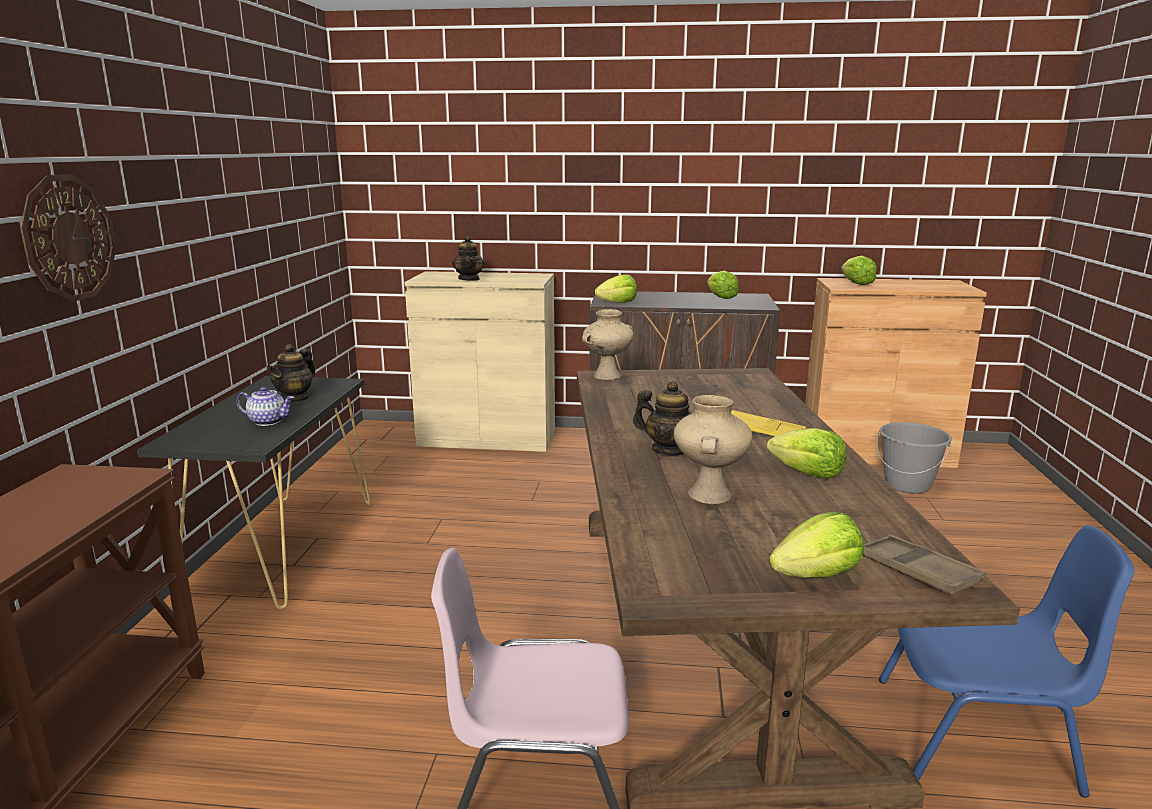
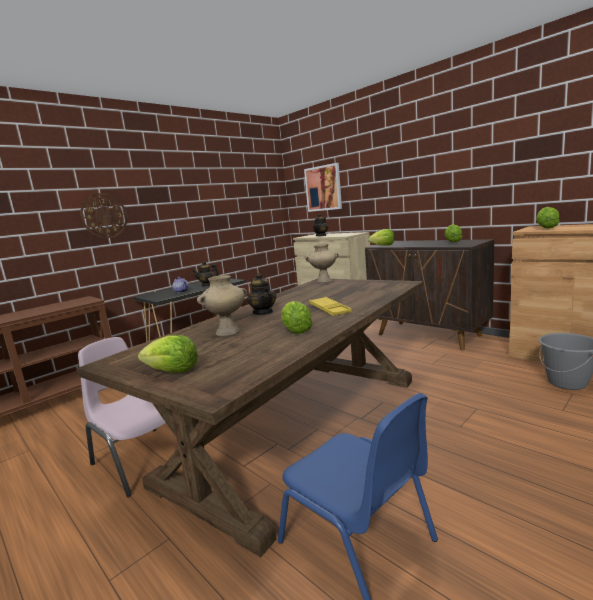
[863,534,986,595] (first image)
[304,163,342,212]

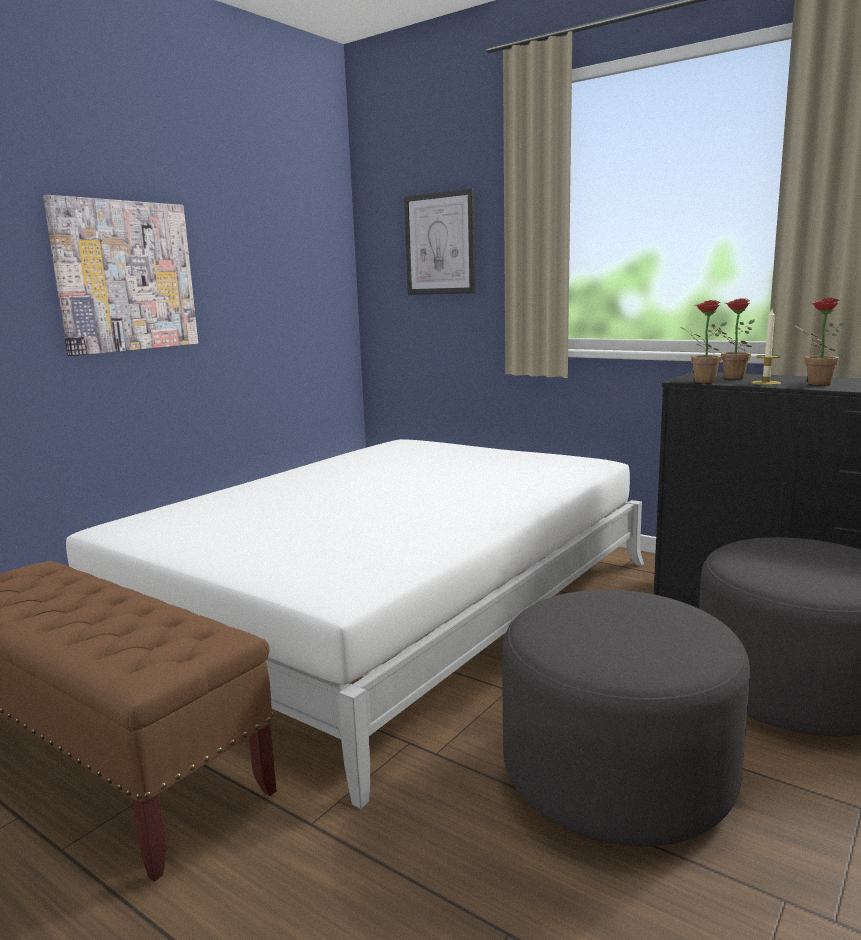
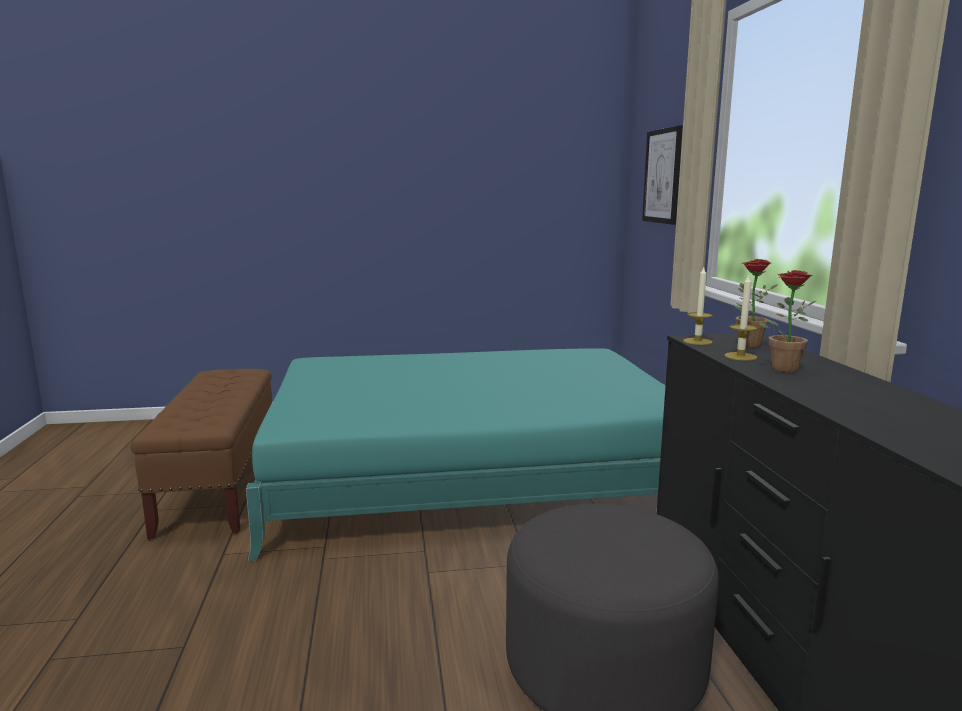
[43,195,198,356] (first image)
[246,348,666,561]
[502,590,750,846] (first image)
[683,267,713,345]

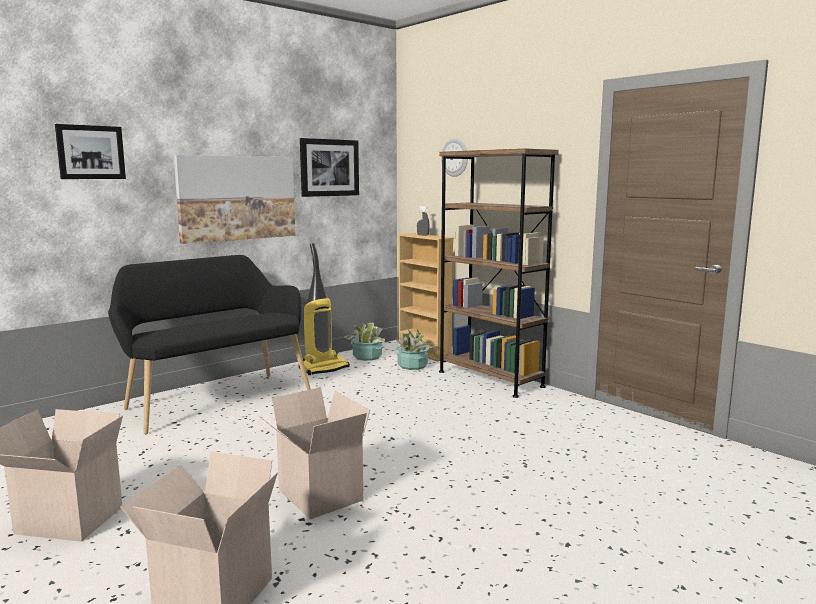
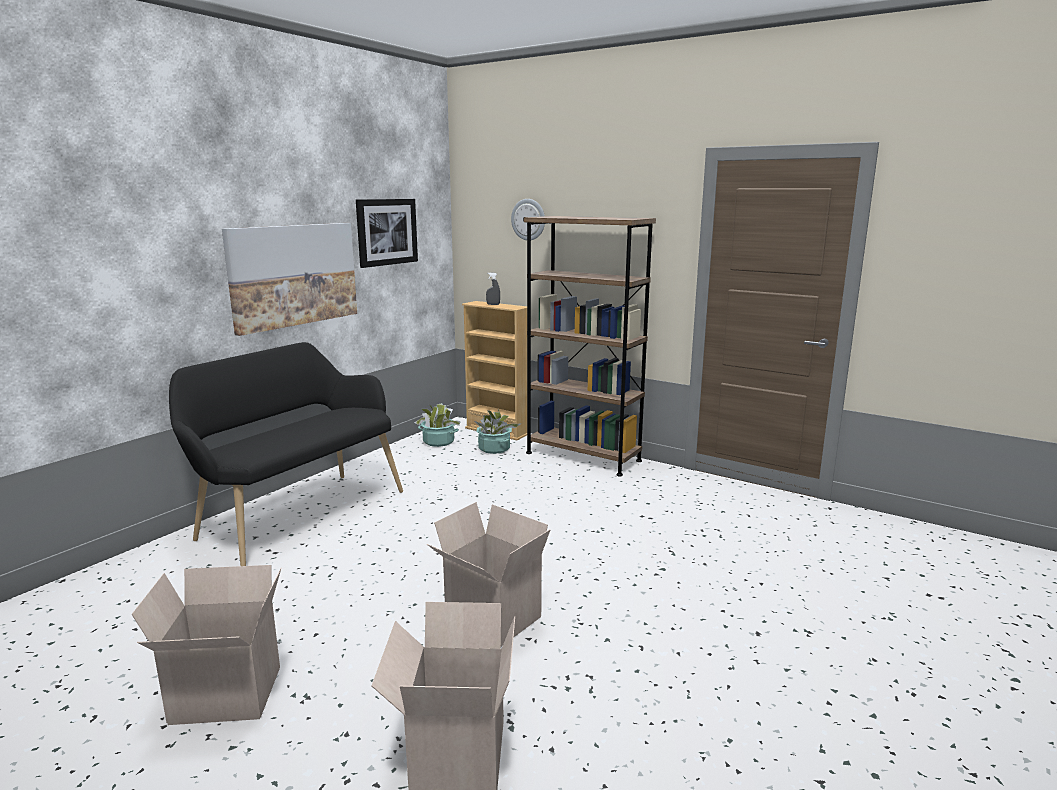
[55,124,126,179] (first image)
[299,243,350,375] (first image)

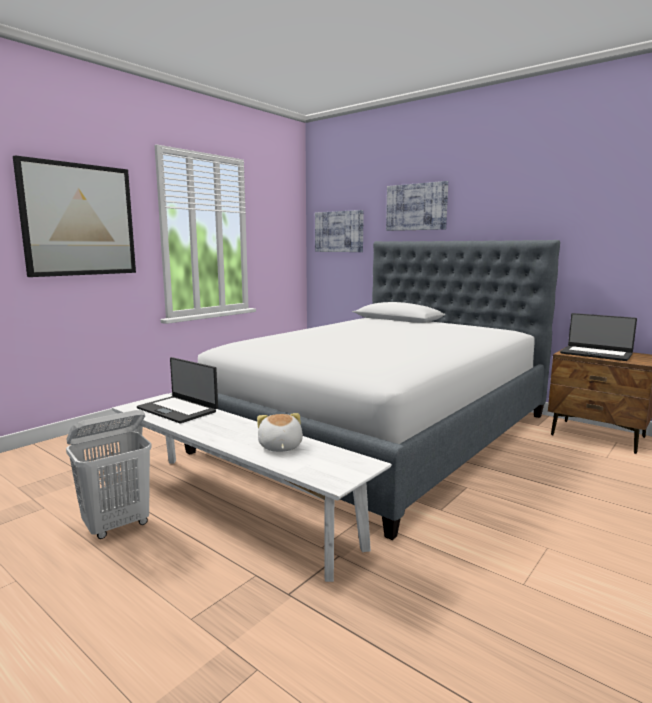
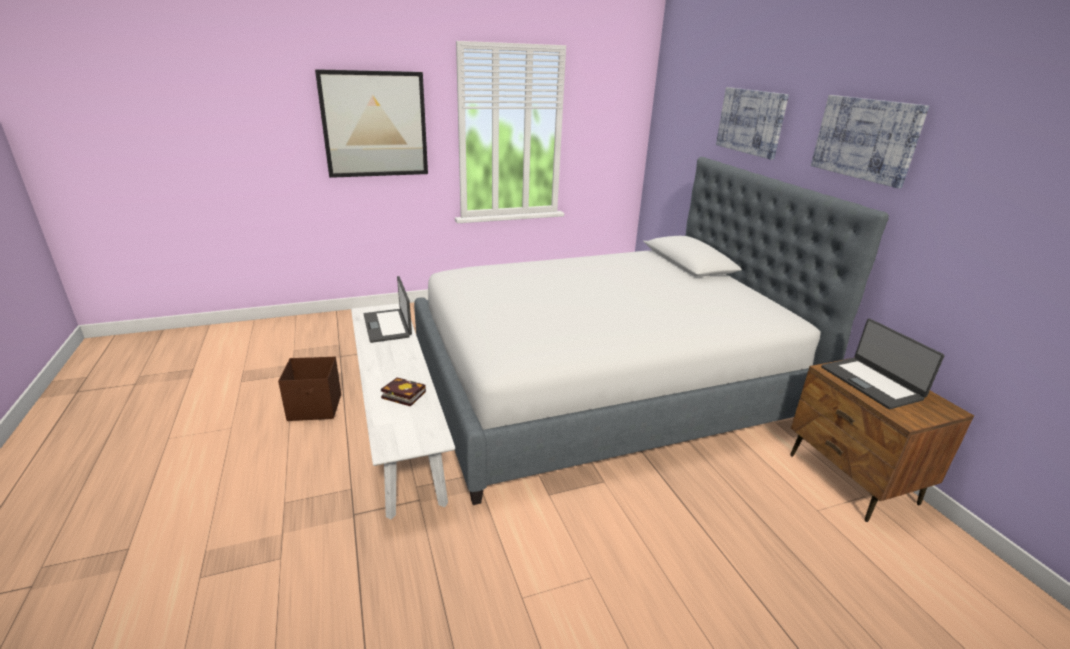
[278,357,341,421]
[381,377,426,407]
[811,95,929,188]

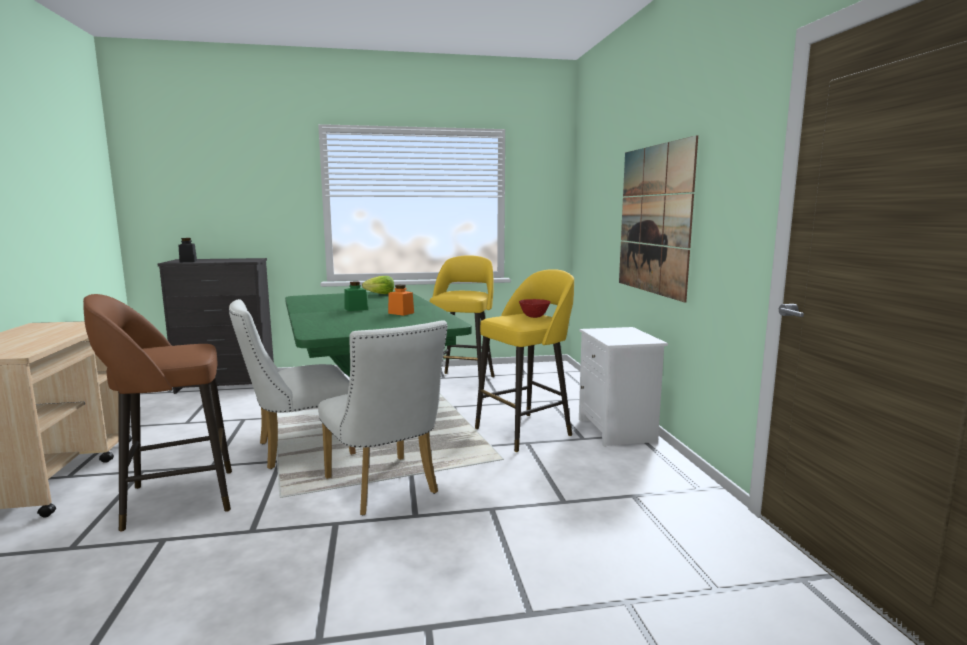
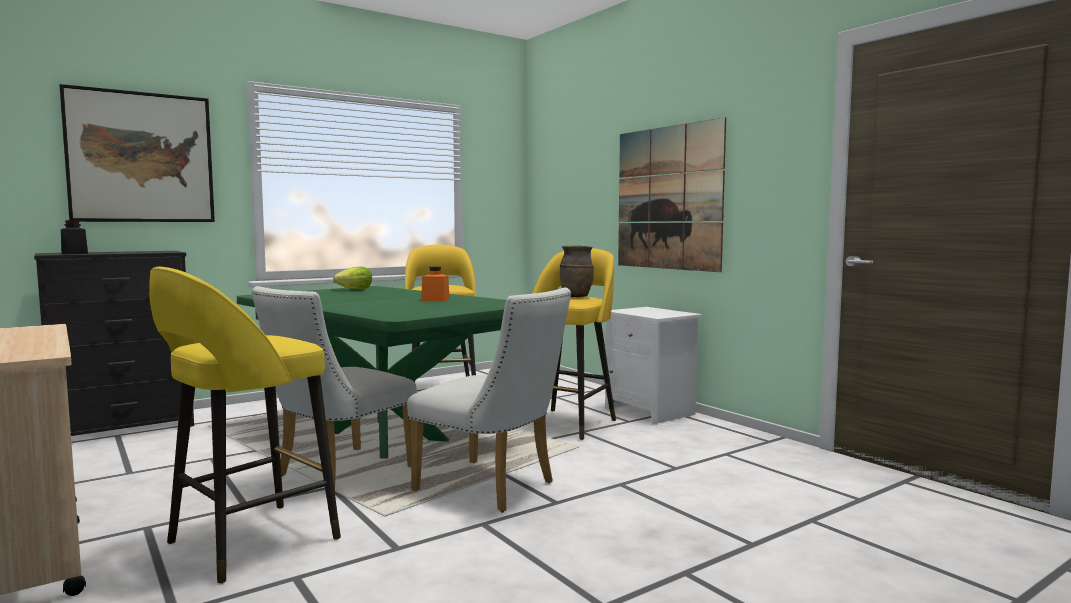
[149,267,341,584]
[344,281,368,311] (first image)
[560,245,594,297]
[59,84,215,222]

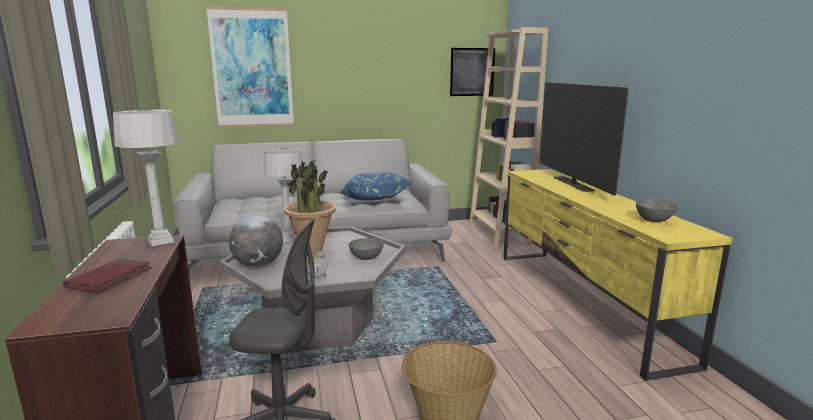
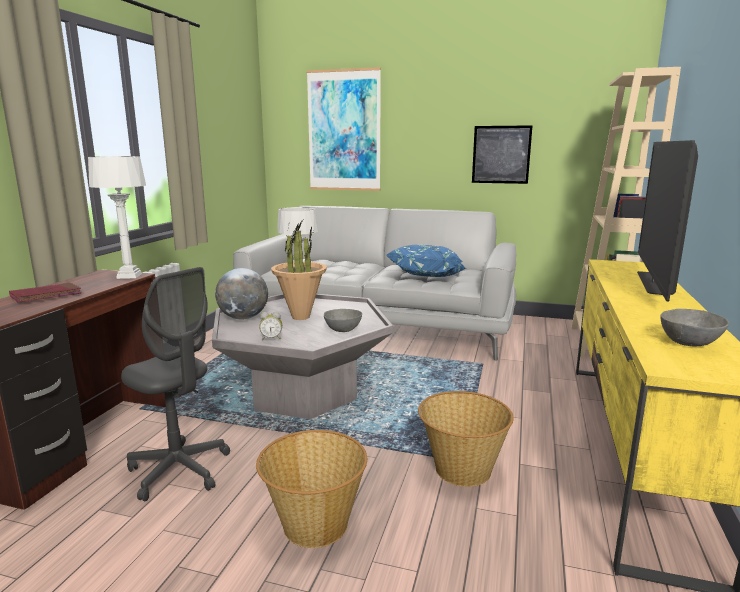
[472,125,532,184]
[418,391,514,487]

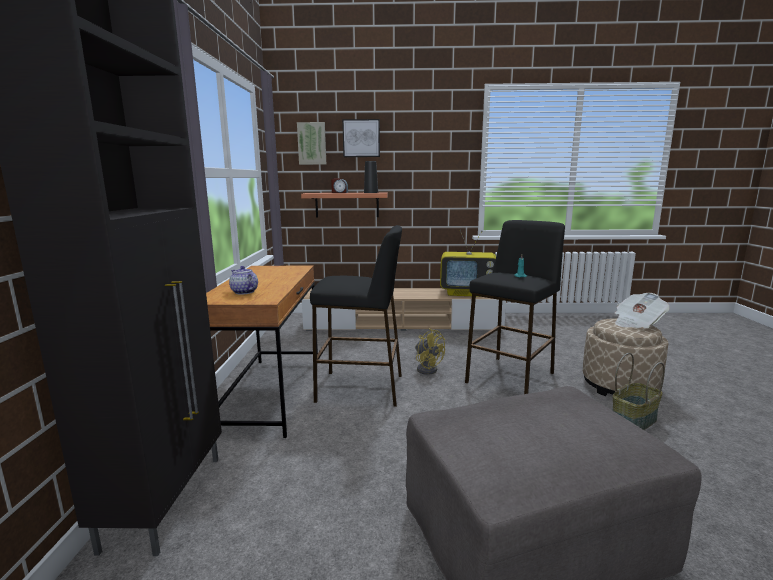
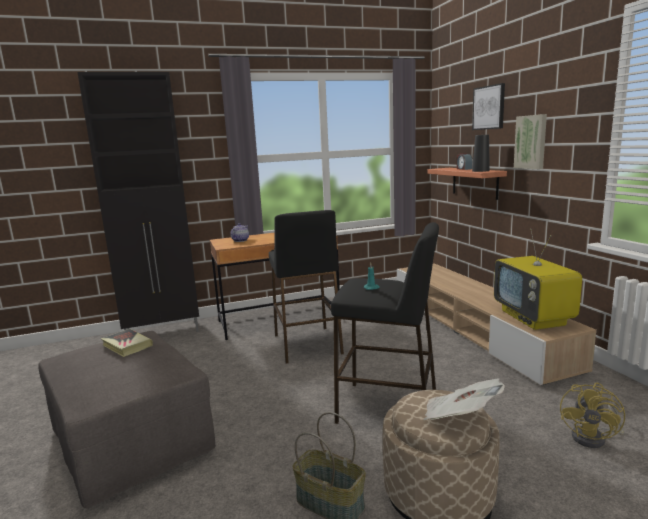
[514,114,547,169]
[560,383,625,448]
[101,329,153,357]

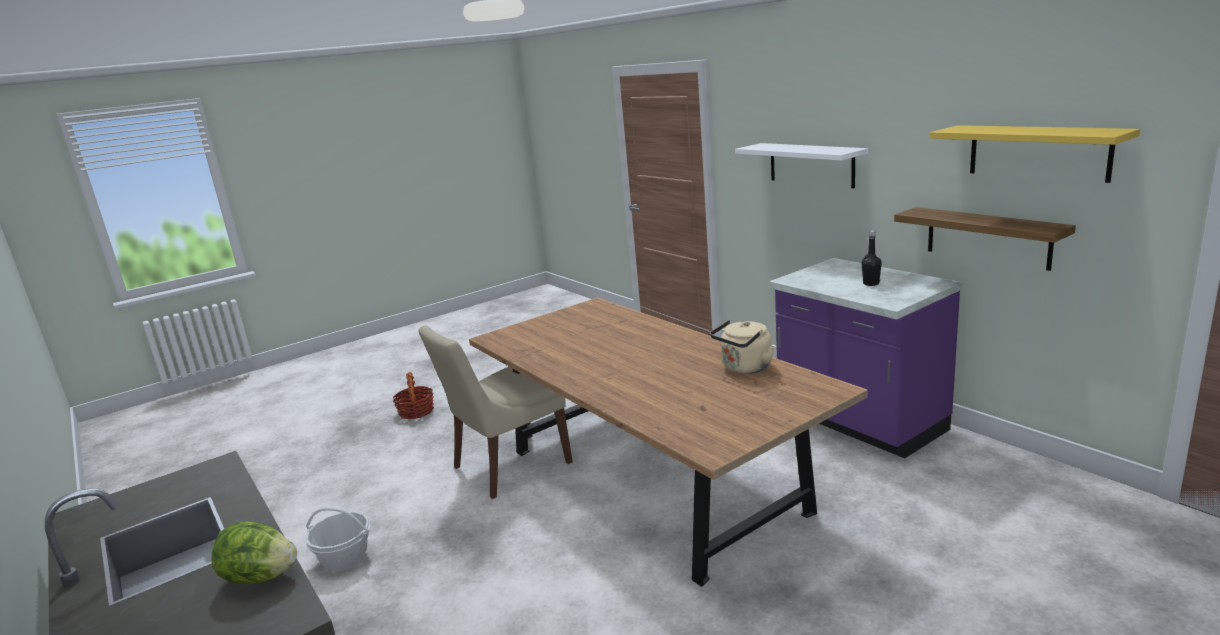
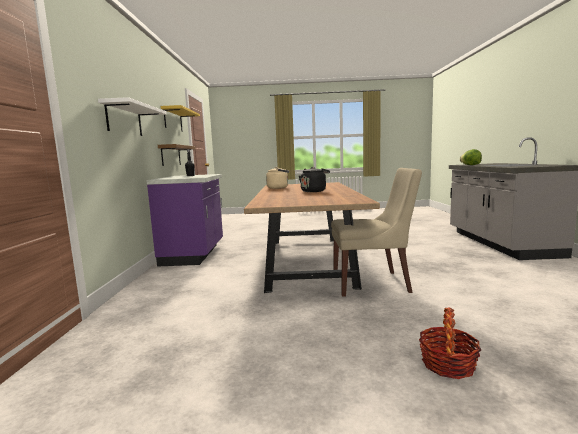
[305,508,370,572] (first image)
[299,167,330,192]

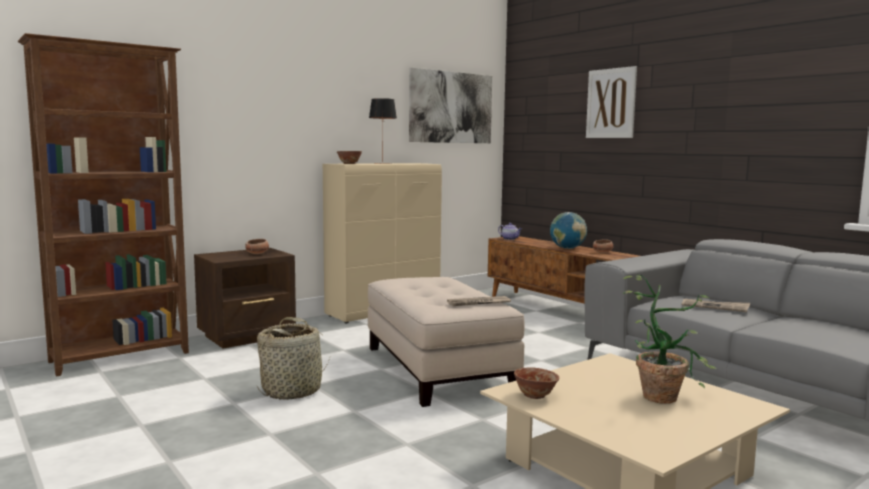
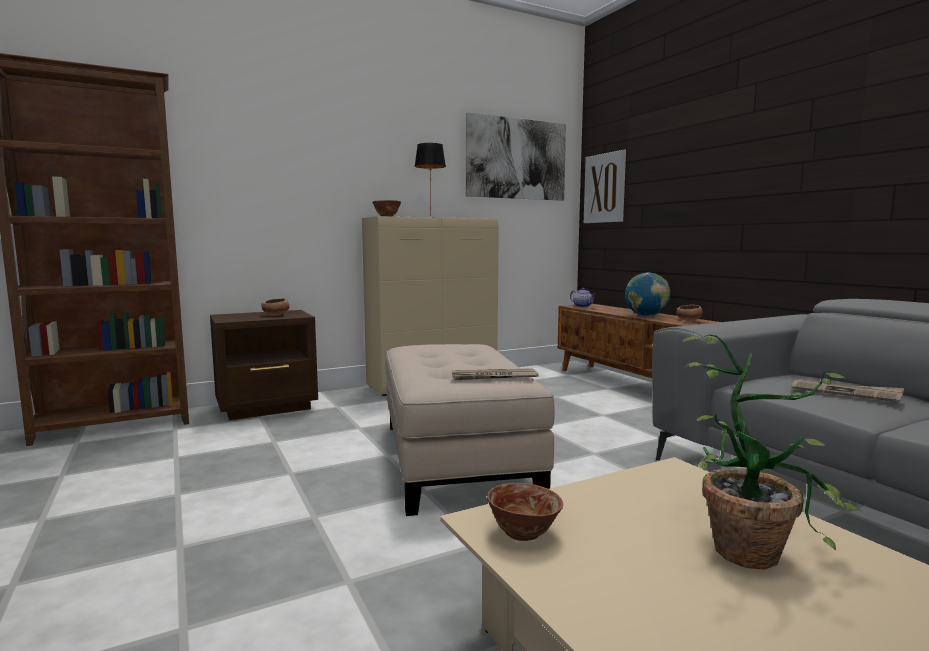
[257,317,330,400] (first image)
[584,149,626,223]

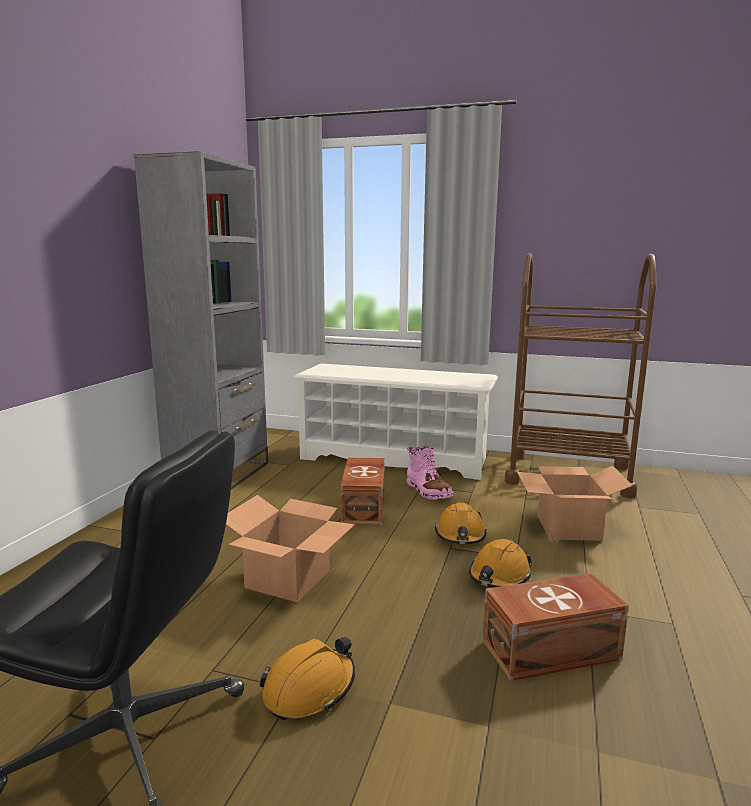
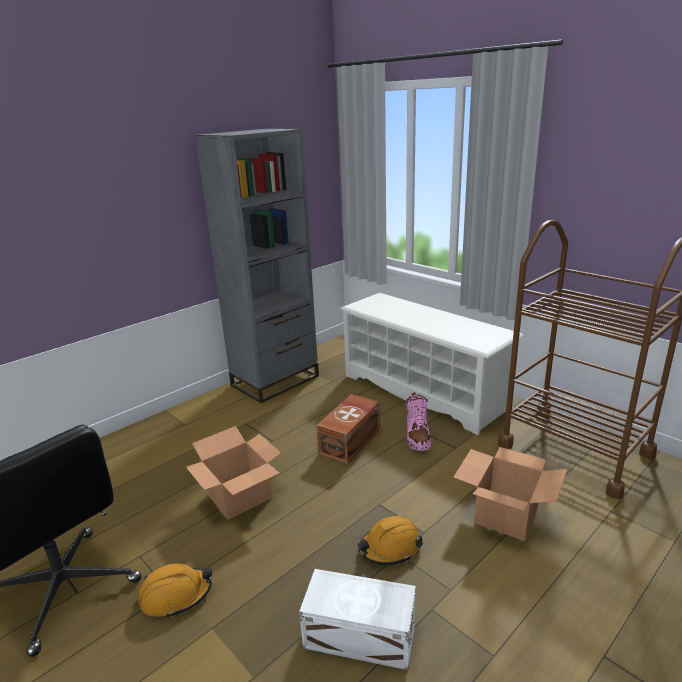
[435,502,486,544] (first image)
[299,569,416,670]

